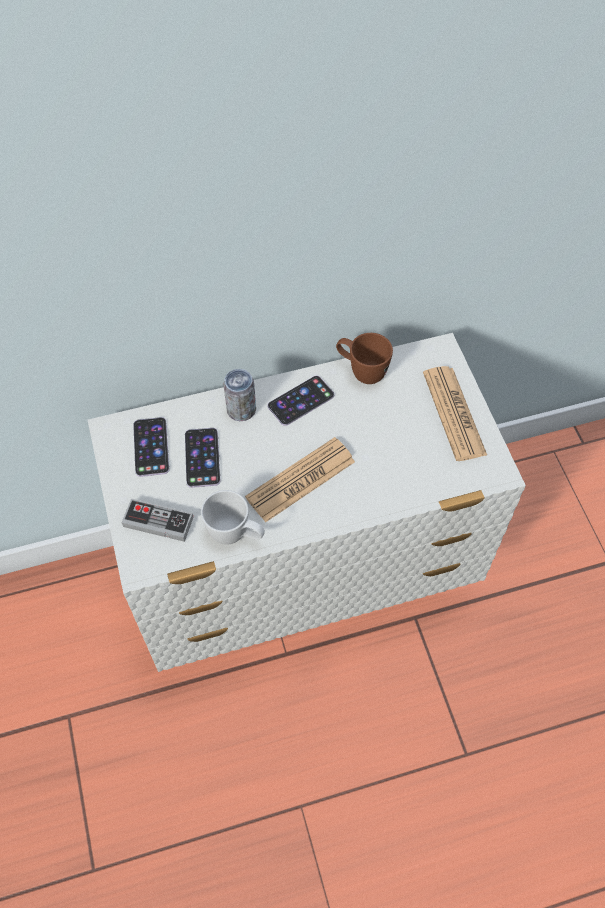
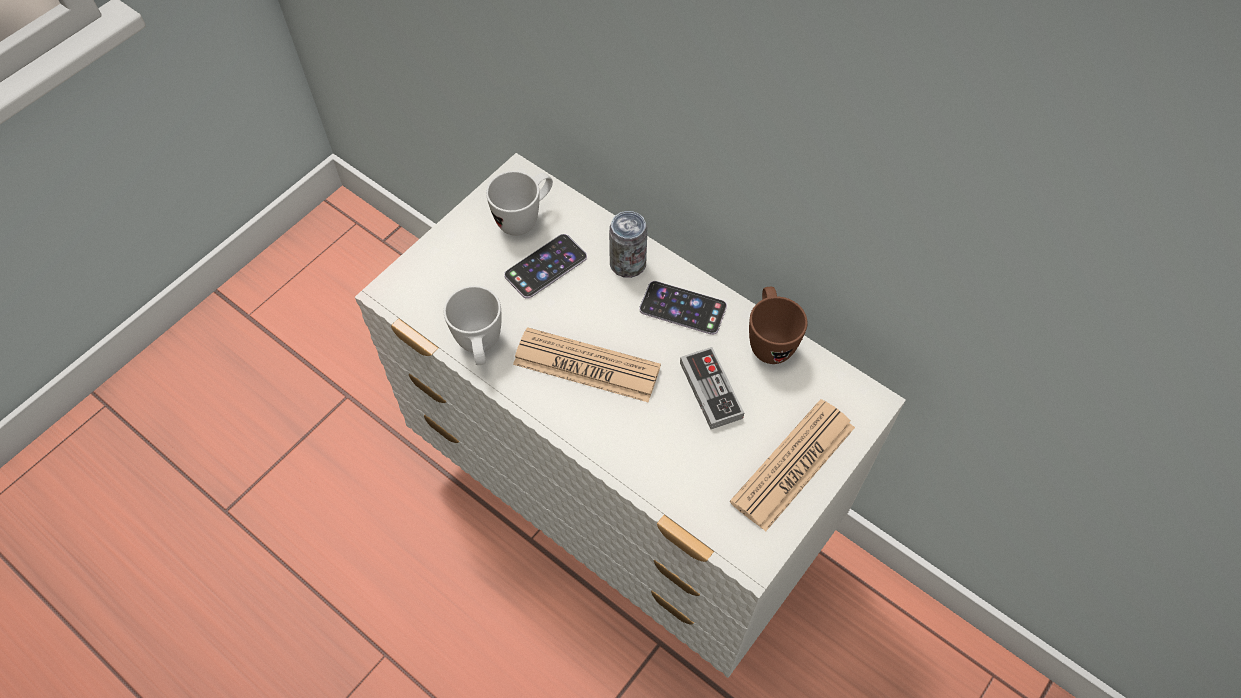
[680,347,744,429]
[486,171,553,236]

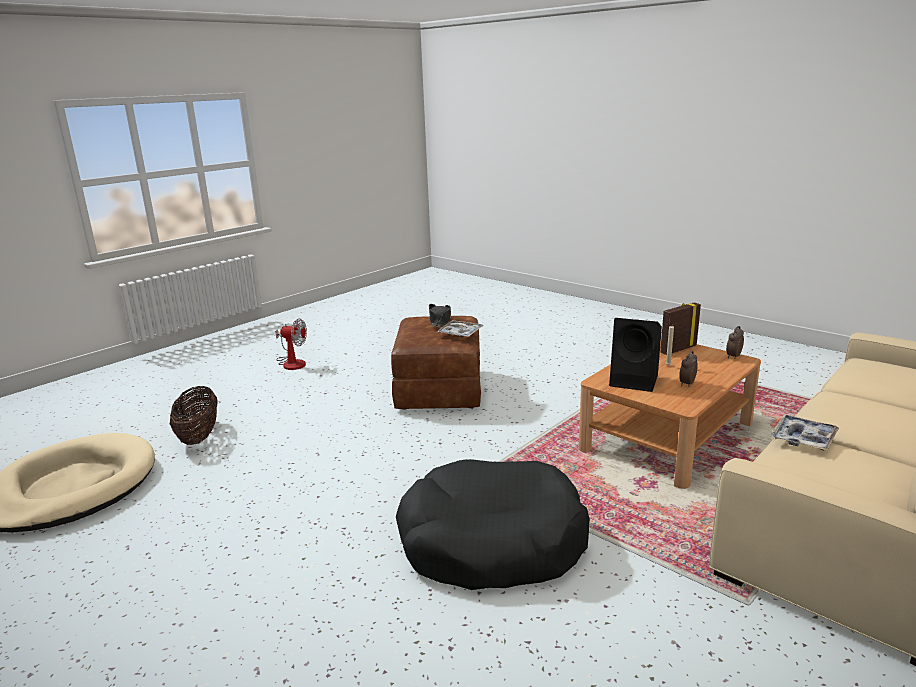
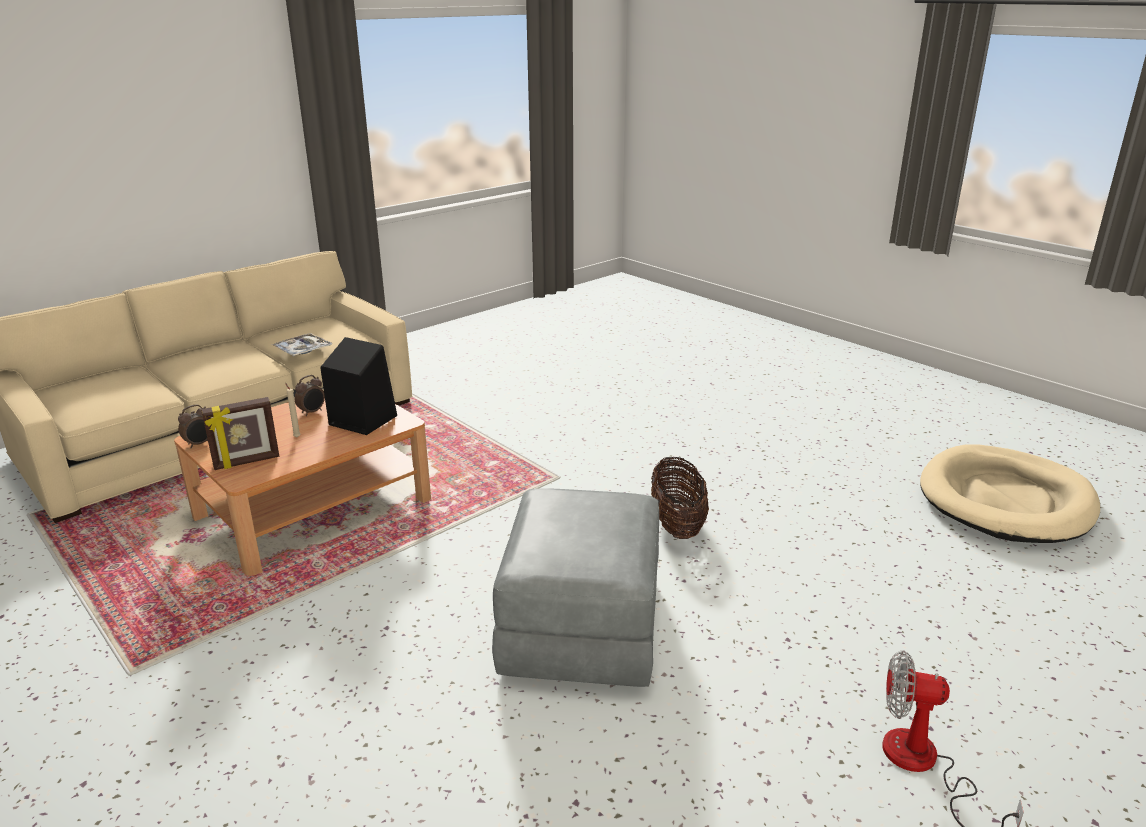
[651,456,709,539]
[492,488,659,687]
[396,459,590,590] (first image)
[429,304,451,328] (first image)
[437,320,483,337] (first image)

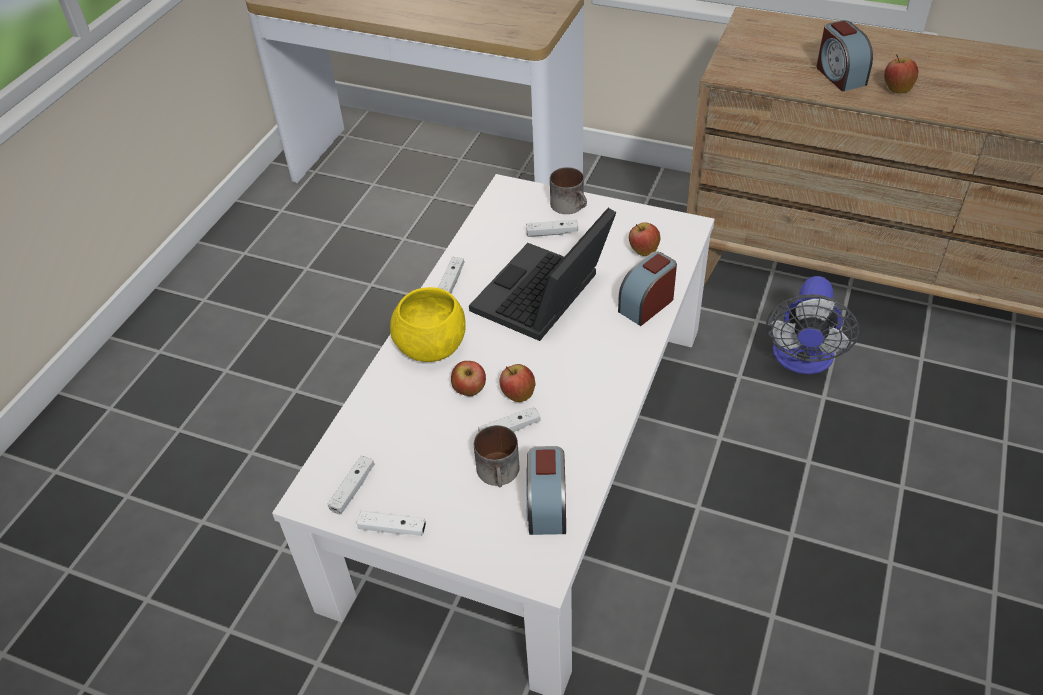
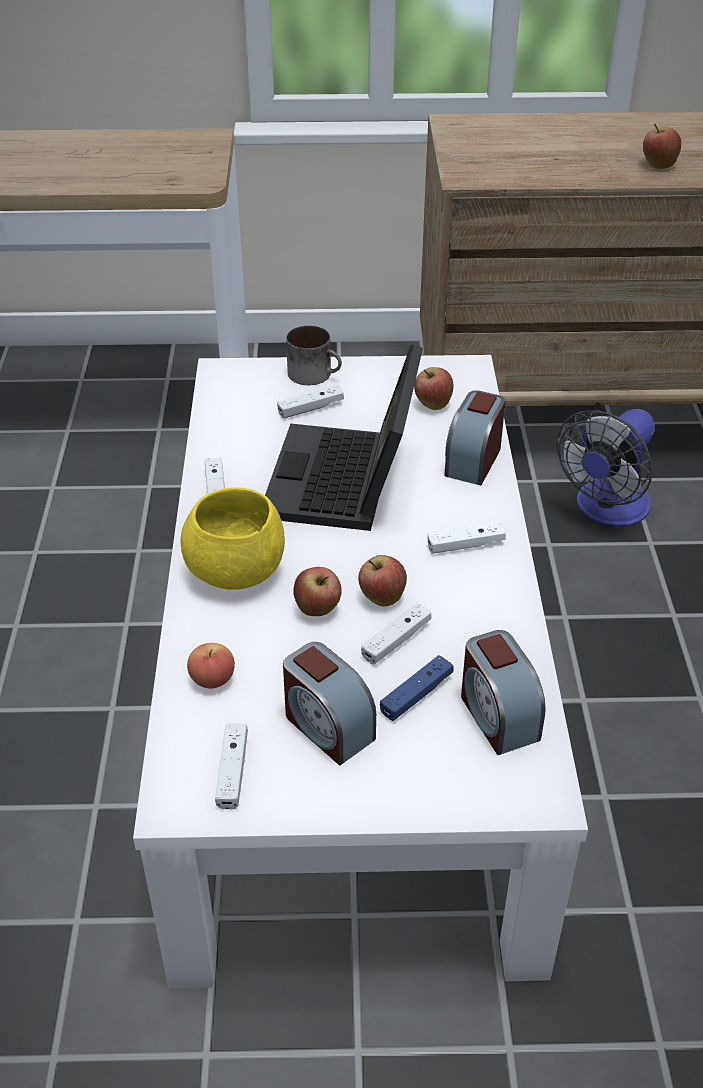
[427,522,506,554]
[380,655,453,721]
[556,409,655,527]
[283,642,376,765]
[187,643,235,688]

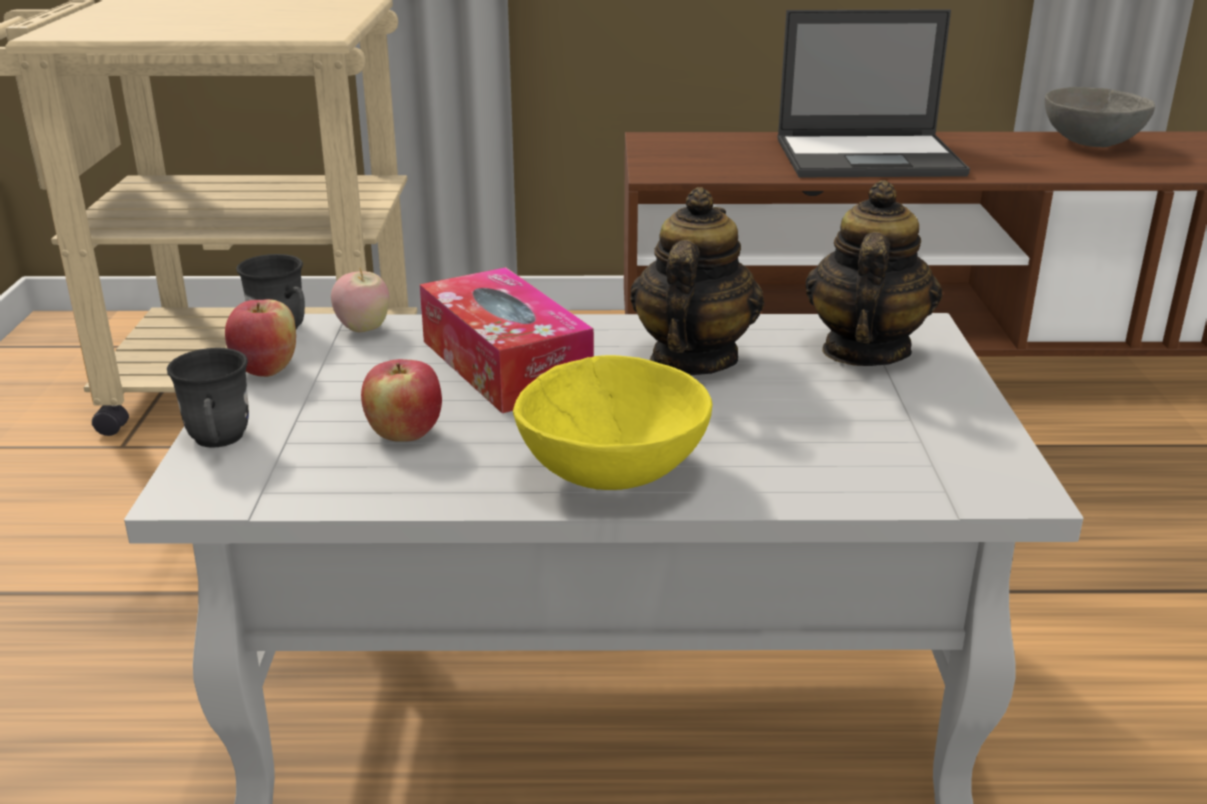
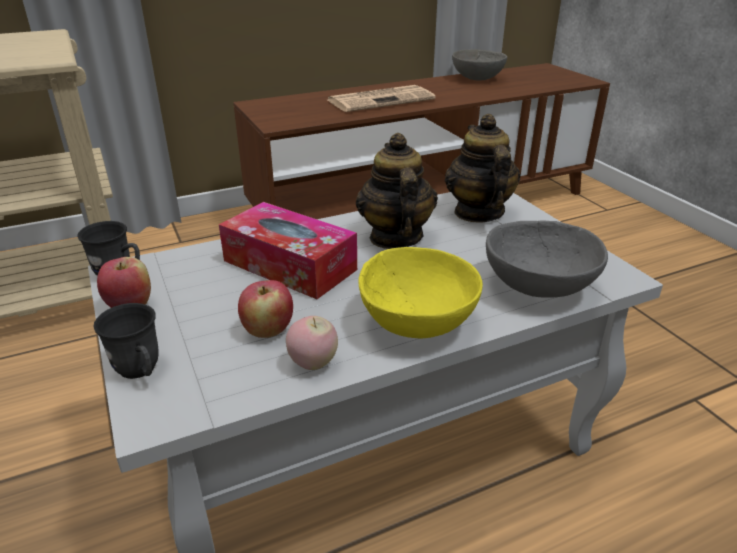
[286,316,338,370]
[328,85,435,112]
[486,220,608,298]

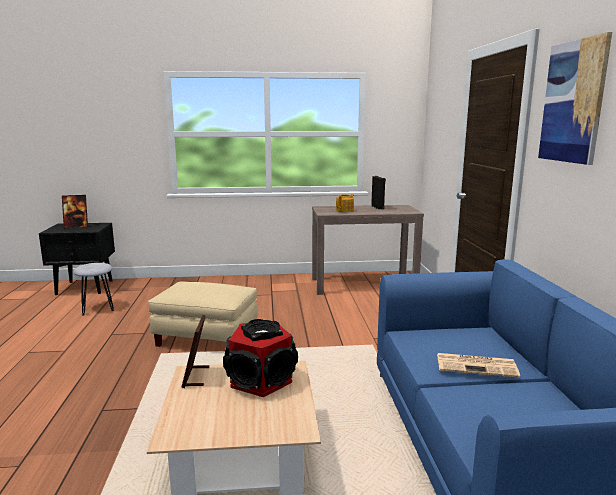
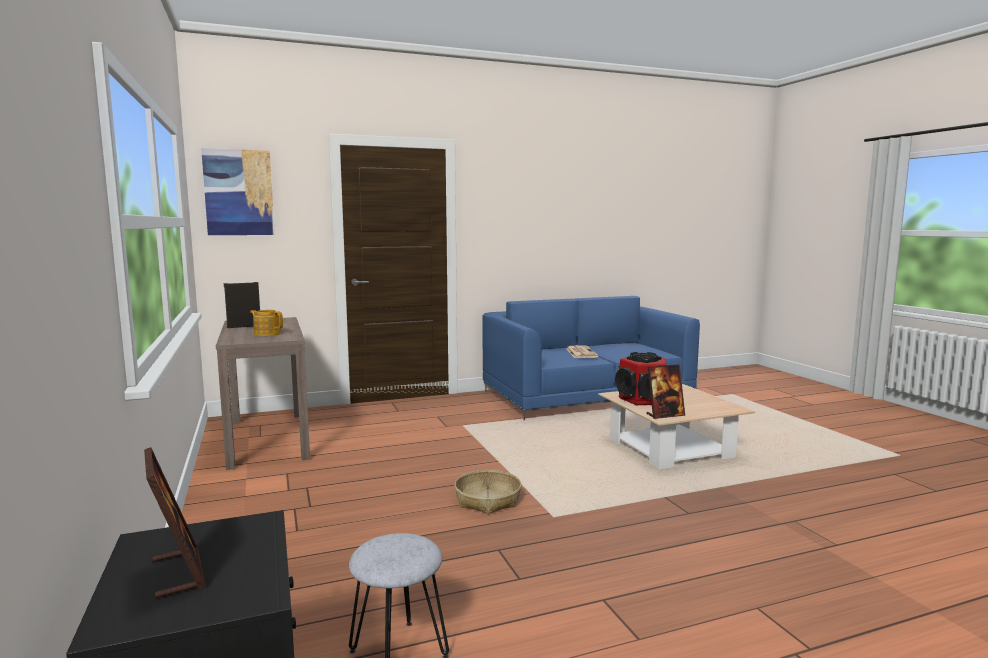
[454,470,522,515]
[201,148,275,235]

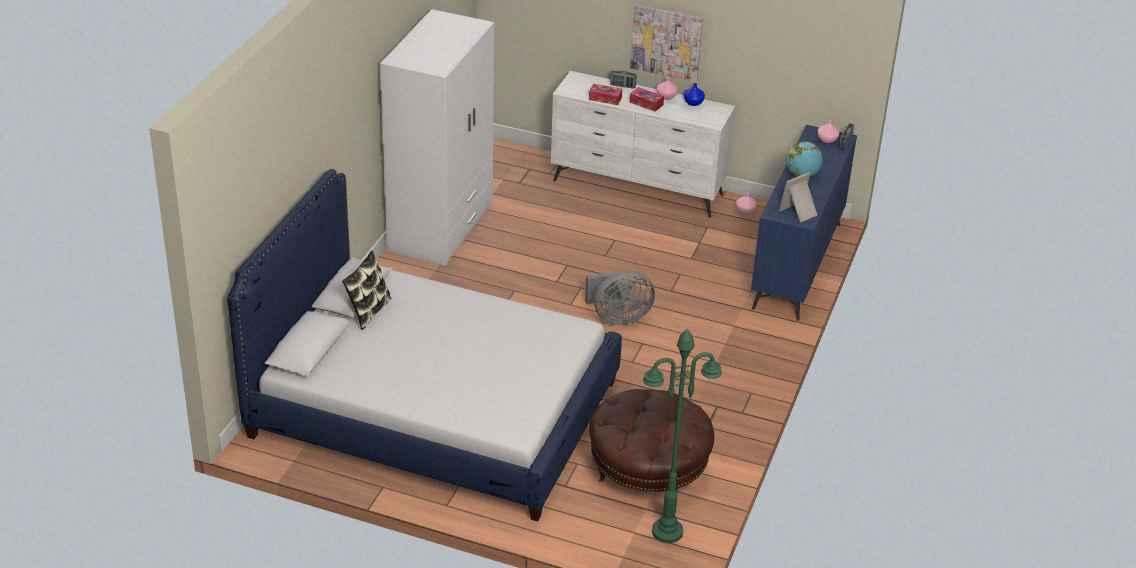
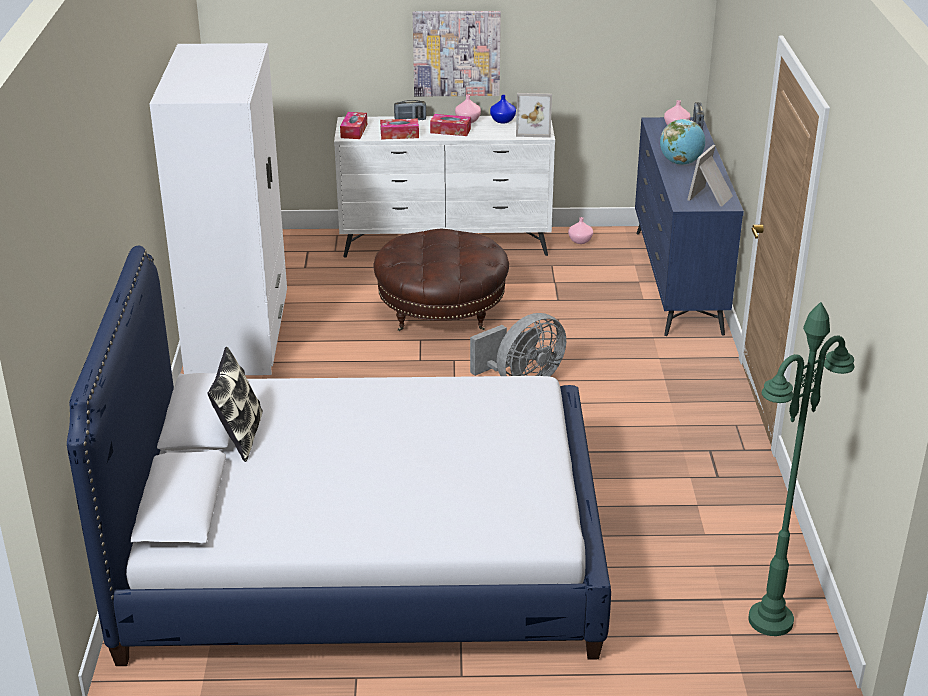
[373,229,509,331]
[340,112,367,139]
[516,93,552,138]

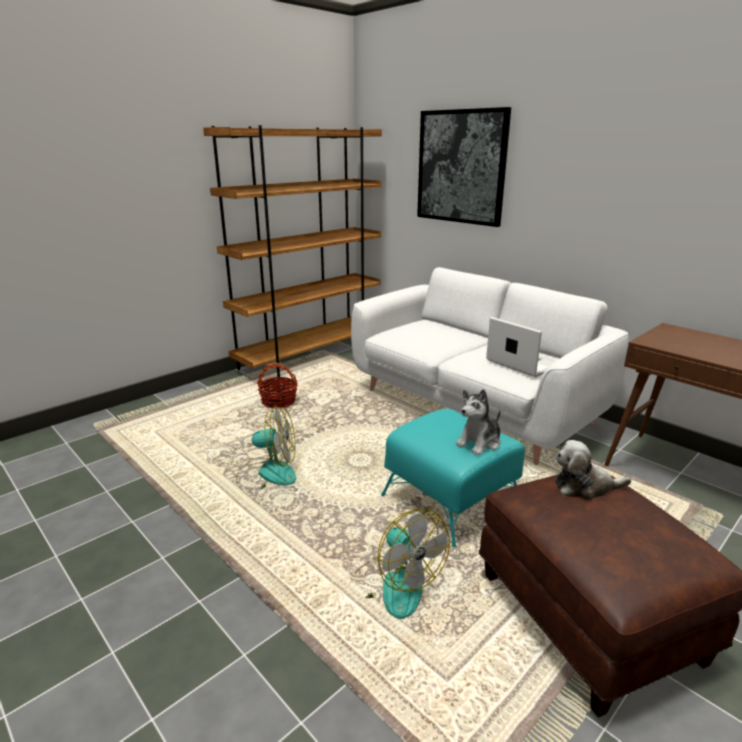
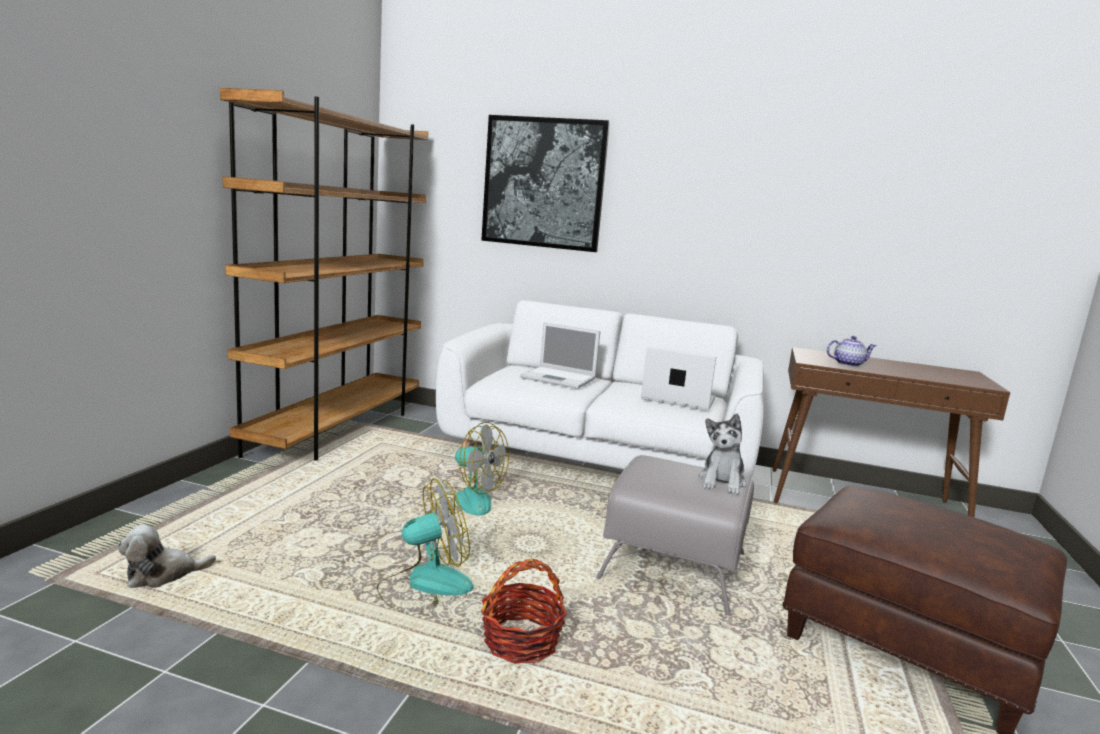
[481,559,567,664]
[426,422,509,516]
[596,455,754,616]
[118,524,216,588]
[520,322,600,389]
[827,336,876,367]

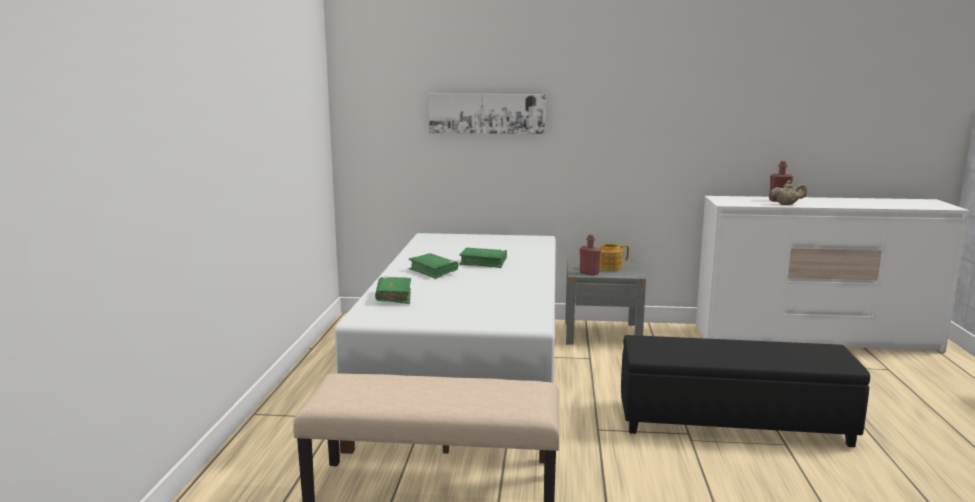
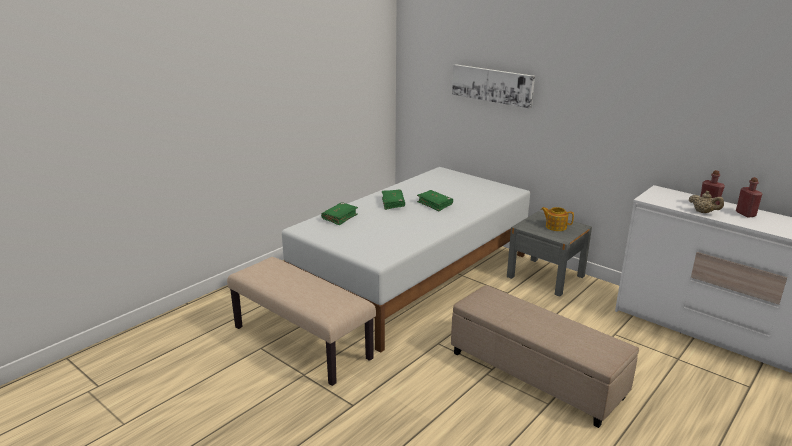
[736,177,762,218]
[451,285,639,428]

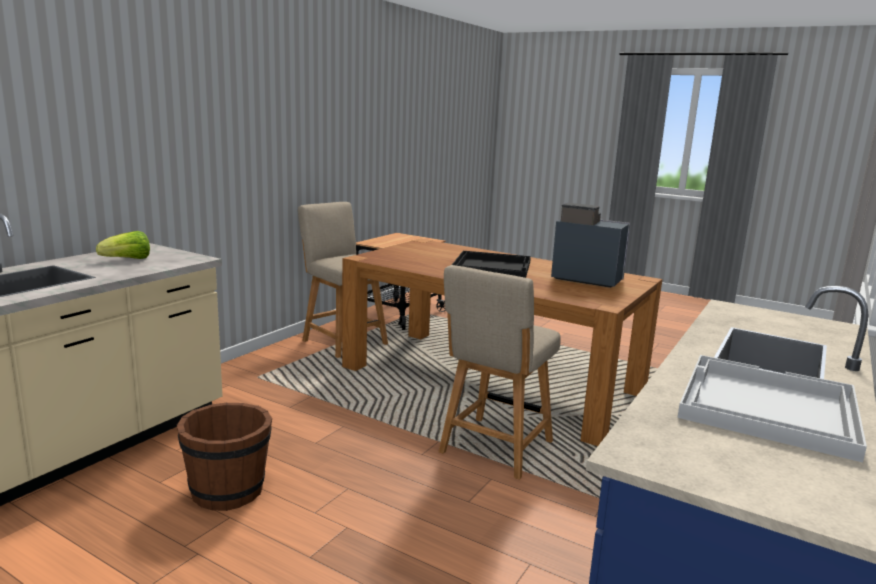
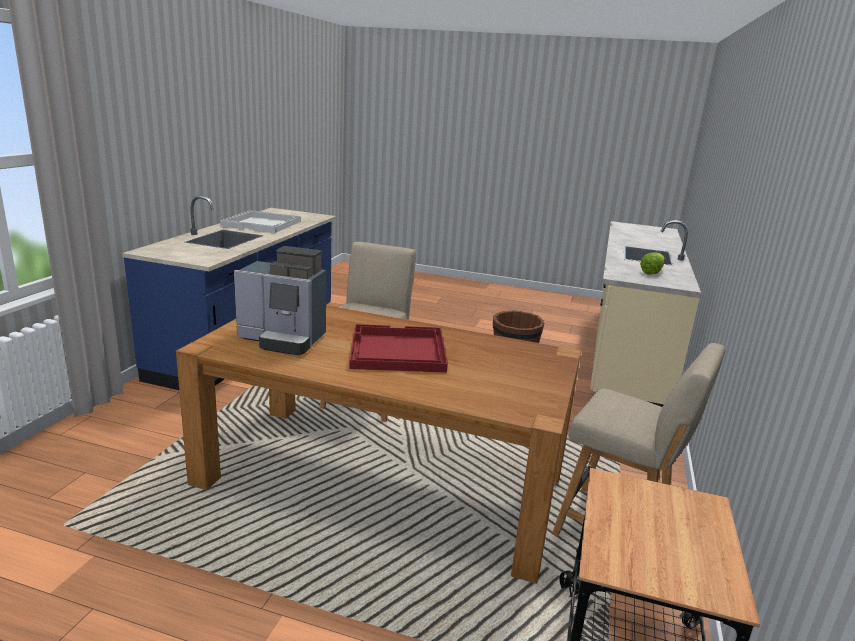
[349,324,448,372]

